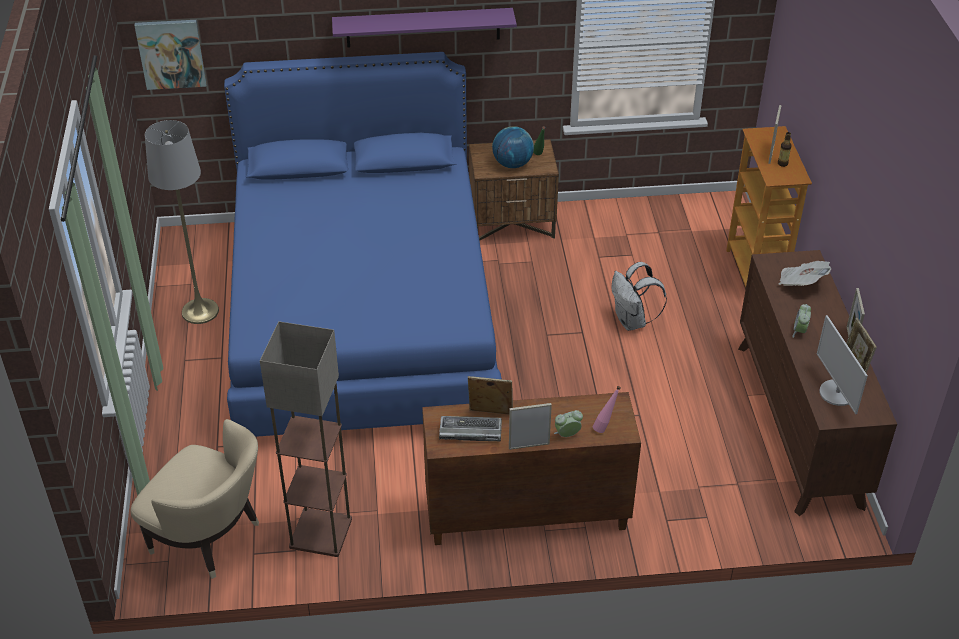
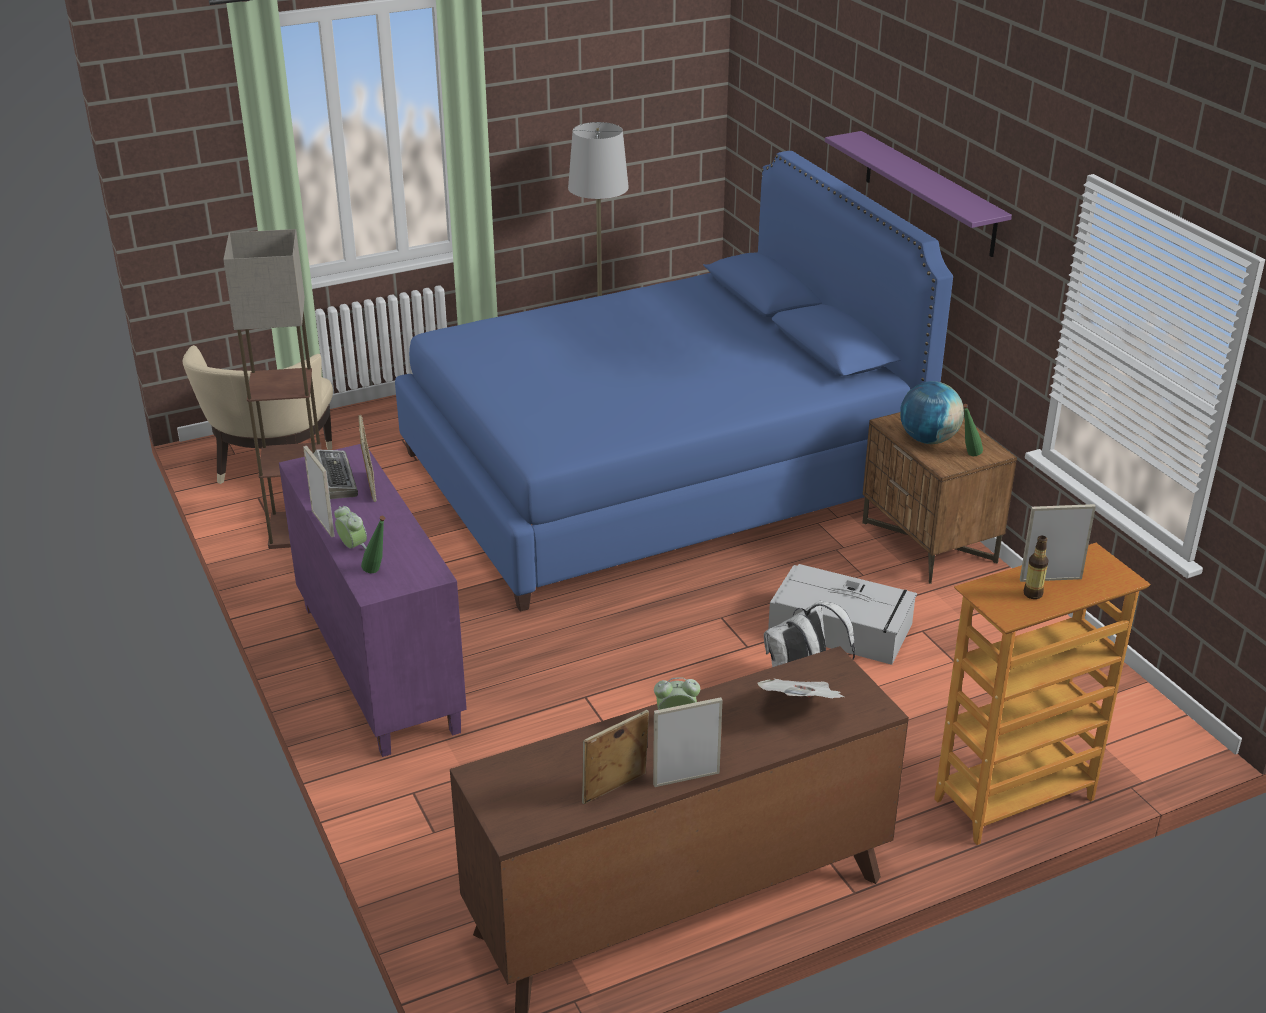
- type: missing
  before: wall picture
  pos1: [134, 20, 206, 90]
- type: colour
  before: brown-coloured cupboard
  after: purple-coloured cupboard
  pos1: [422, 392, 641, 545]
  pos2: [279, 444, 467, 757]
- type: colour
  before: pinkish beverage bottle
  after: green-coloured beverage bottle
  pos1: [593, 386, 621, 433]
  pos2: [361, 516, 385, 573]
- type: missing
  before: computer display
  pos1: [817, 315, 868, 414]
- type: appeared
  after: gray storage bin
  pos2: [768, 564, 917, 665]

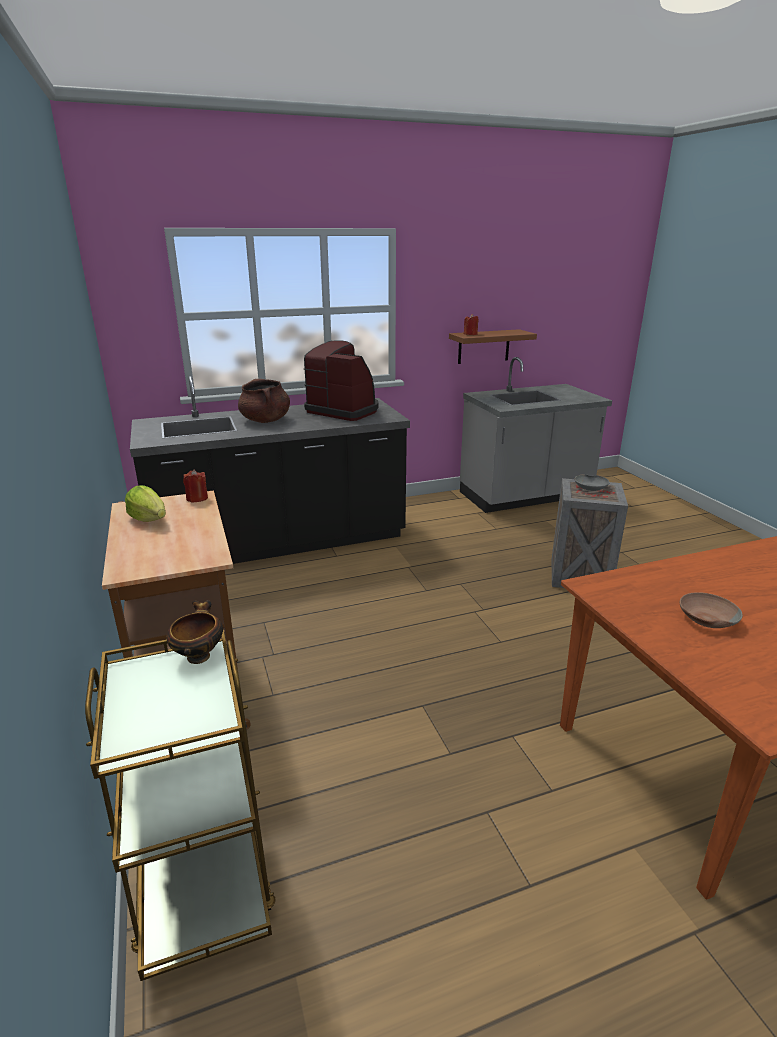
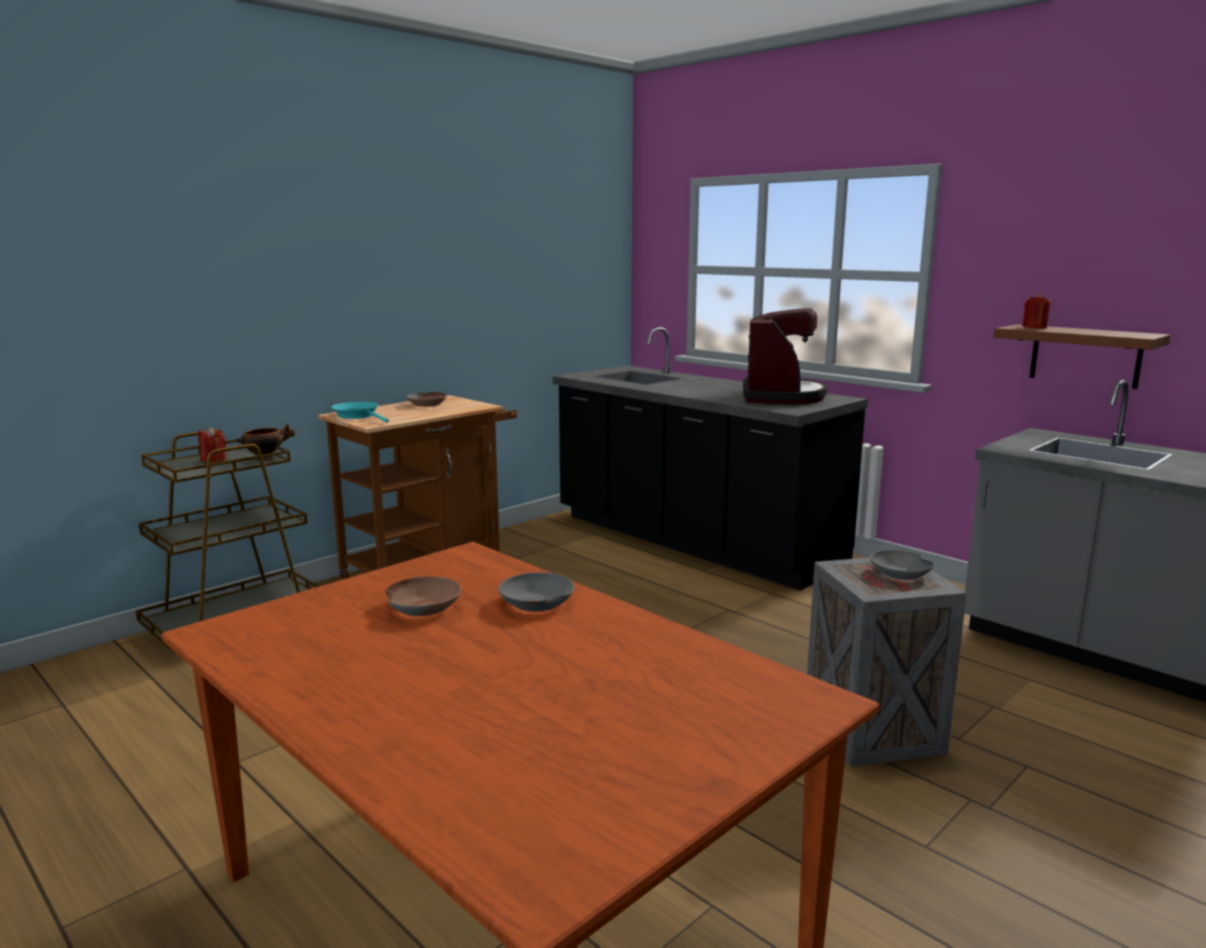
- type: exchanged
  before: head of lettuce
  after: brown-coloured deep dish
  pos1: [125, 485, 166, 522]
  pos2: [406, 392, 447, 407]
- type: relocated
  before: red-coloured wax light
  pos1: [183, 469, 208, 502]
  pos2: [198, 427, 226, 463]
- type: missing
  before: brown-coloured stockpot
  pos1: [238, 379, 290, 423]
- type: appeared
  after: turquoise frying pan
  pos2: [332, 402, 389, 423]
- type: appeared
  after: gray deep dish
  pos2: [499, 572, 575, 612]

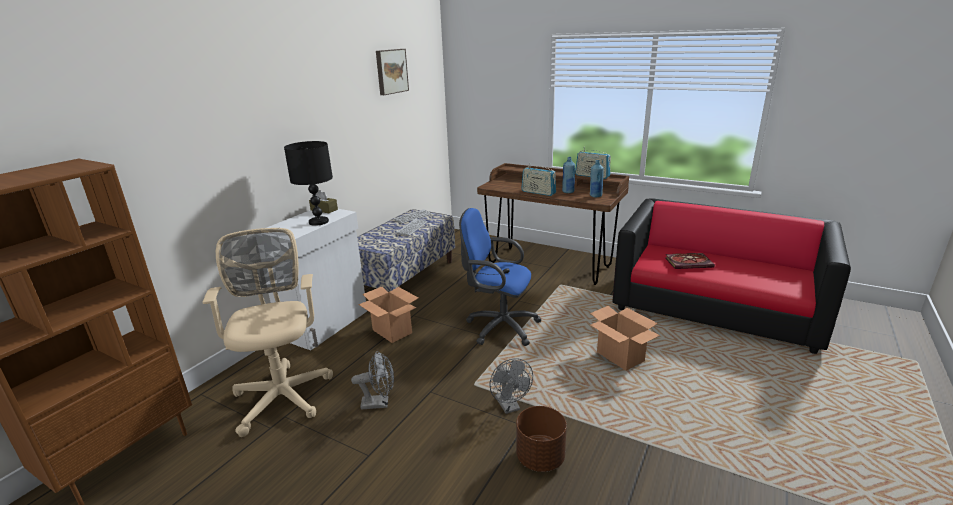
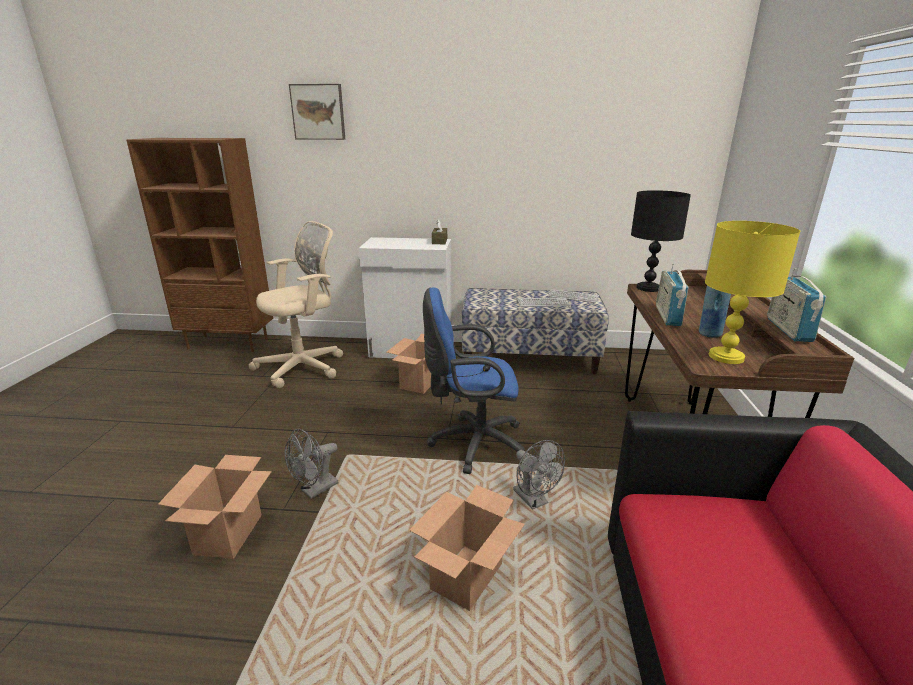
- type: relocated
  before: black tabletop lamp
  pos1: [284, 141, 333, 226]
  pos2: [631, 190, 691, 292]
- type: relocated
  before: gray cooling fan
  pos1: [351, 351, 394, 410]
  pos2: [514, 440, 565, 510]
- type: relocated
  before: wall picture
  pos1: [376, 49, 409, 95]
  pos2: [289, 84, 345, 140]
- type: spun
  before: bluish desk chair
  pos1: [459, 208, 541, 346]
  pos2: [423, 287, 525, 474]
  turn: -90
- type: exchanged
  before: brown-coloured planter
  after: cardboard box
  pos1: [516, 406, 567, 472]
  pos2: [158, 455, 272, 559]
- type: exchanged
  before: bluish beverage bottle
  after: yellowish tabletop lamp
  pos1: [590, 160, 604, 197]
  pos2: [705, 221, 800, 364]
- type: missing
  before: book
  pos1: [665, 253, 715, 269]

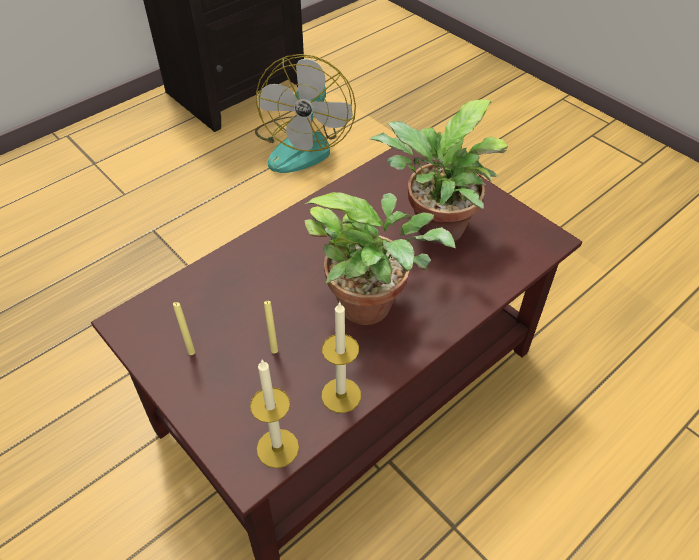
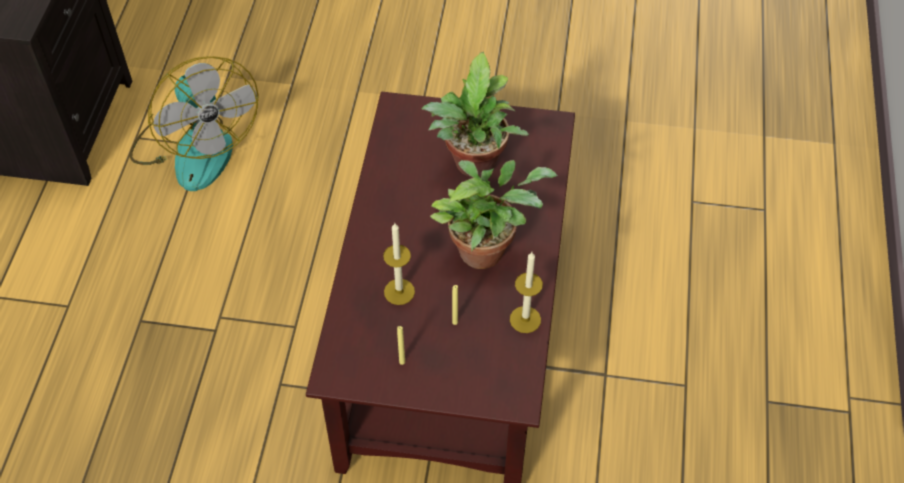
- type: relocated
  before: wax light
  pos1: [250, 360, 299, 468]
  pos2: [383, 223, 415, 305]

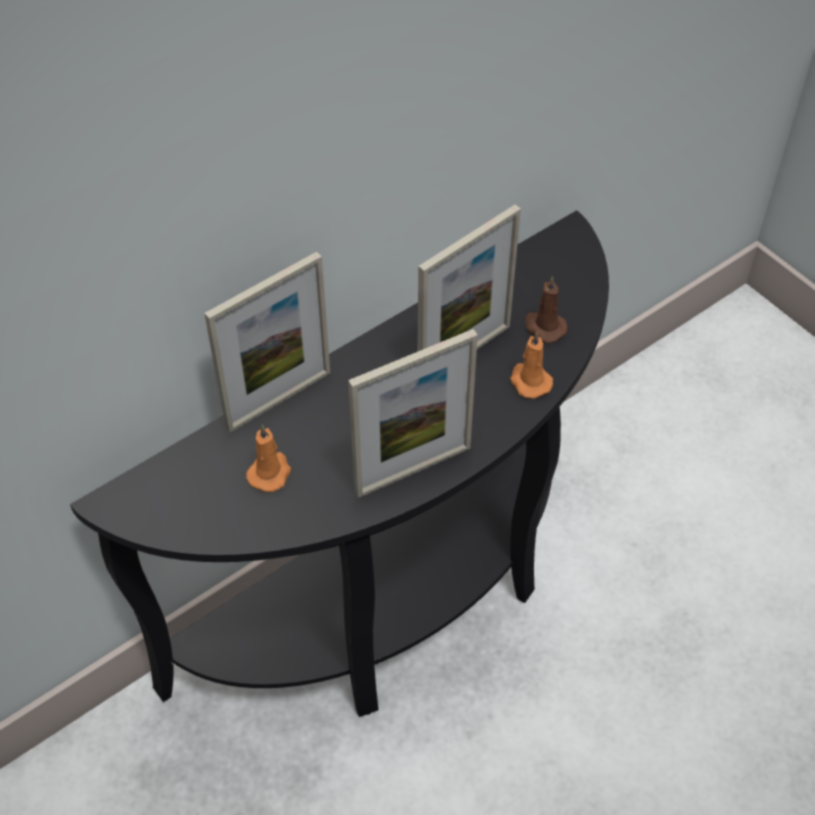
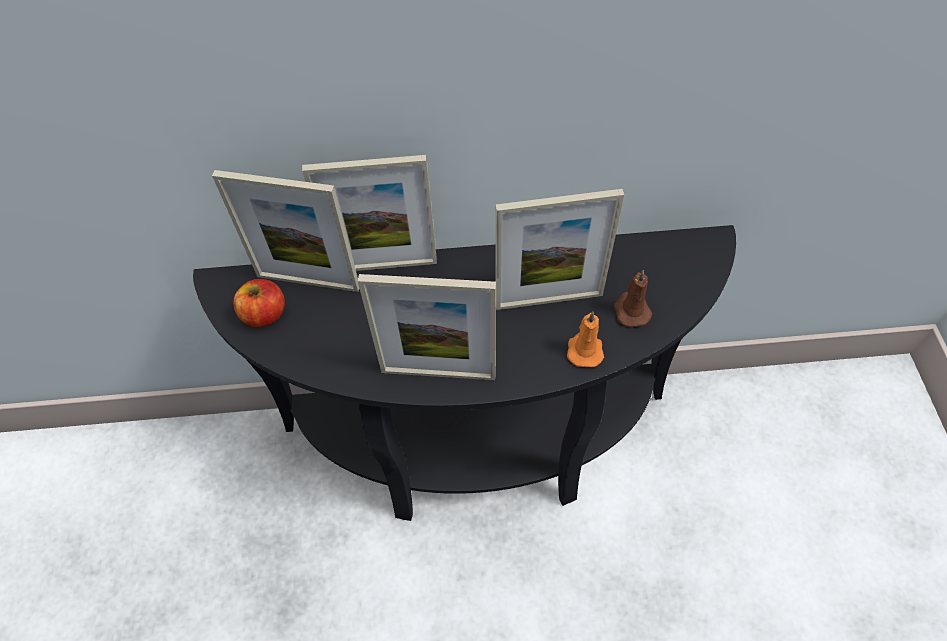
- type: missing
  before: orange-coloured wax light
  pos1: [246, 425, 291, 492]
- type: appeared
  after: standing frame
  pos2: [212, 170, 359, 292]
- type: appeared
  after: apple fruit
  pos2: [233, 279, 285, 327]

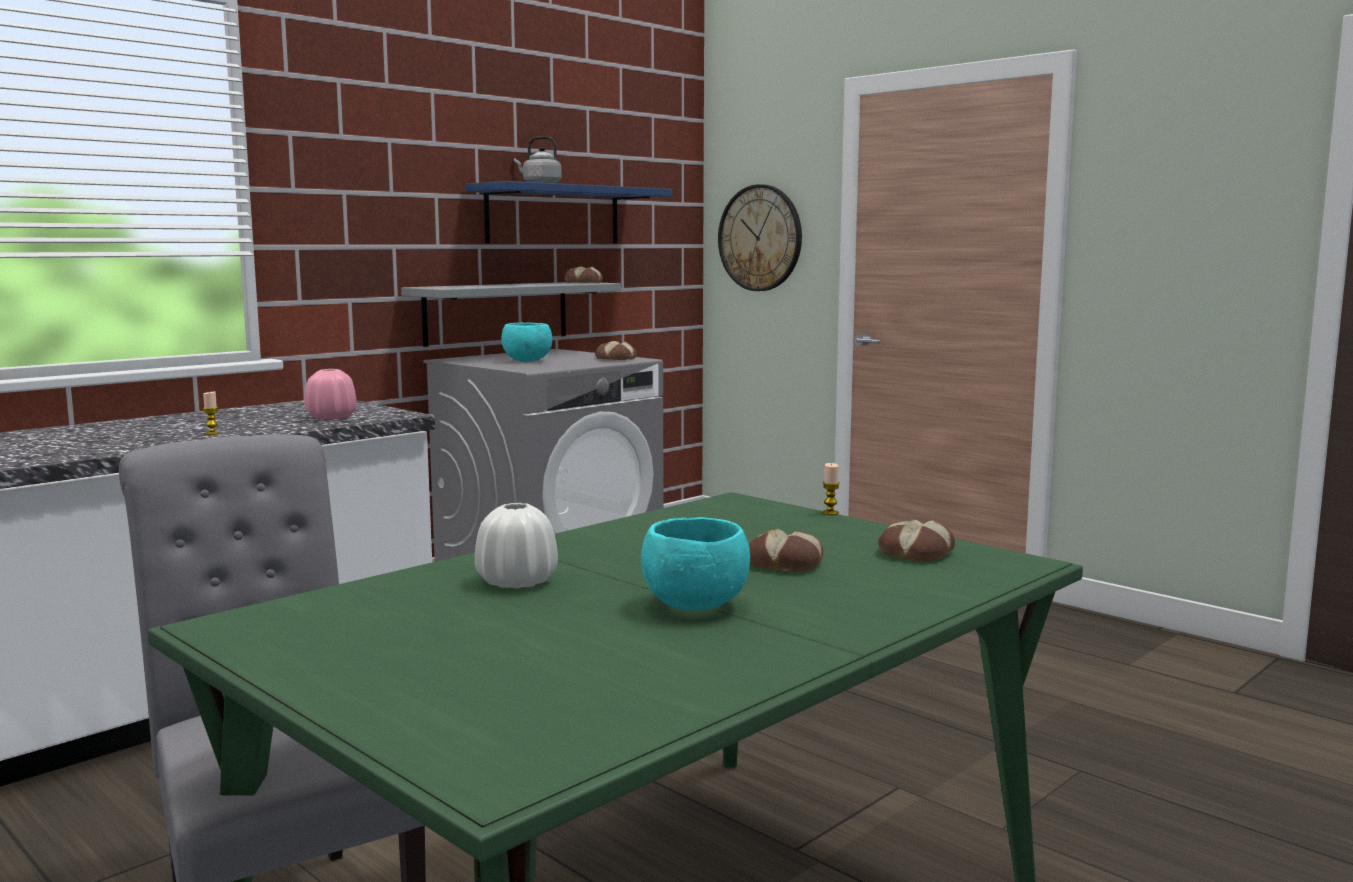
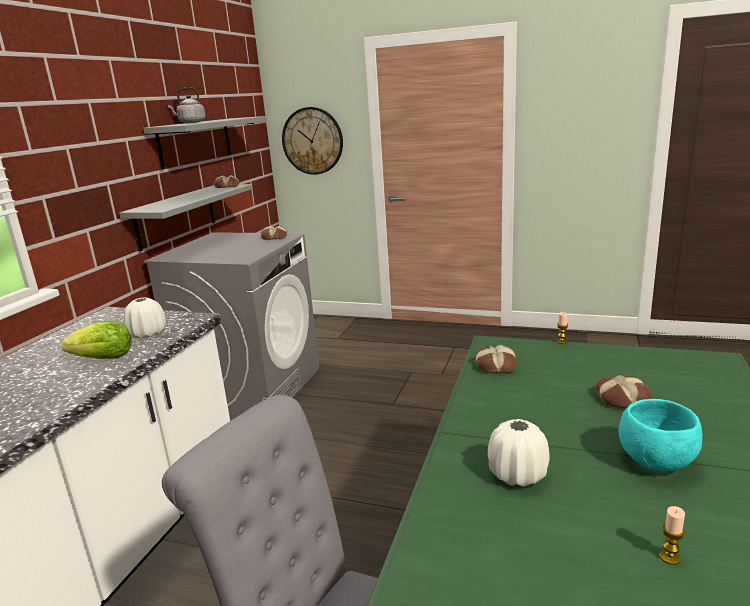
- type: relocated
  before: wax light
  pos1: [203, 392, 220, 435]
  pos2: [659, 506, 685, 565]
- type: colour
  before: pinkish flower vase
  after: white flower vase
  pos1: [304, 369, 356, 419]
  pos2: [124, 297, 166, 339]
- type: colour
  before: bluish wall shelf
  after: gray wall shelf
  pos1: [465, 181, 673, 243]
  pos2: [143, 116, 268, 169]
- type: missing
  before: turquoise deep dish
  pos1: [501, 322, 552, 362]
- type: relocated
  before: baked bread
  pos1: [878, 519, 955, 562]
  pos2: [474, 345, 517, 373]
- type: appeared
  after: head of lettuce
  pos2: [61, 321, 132, 359]

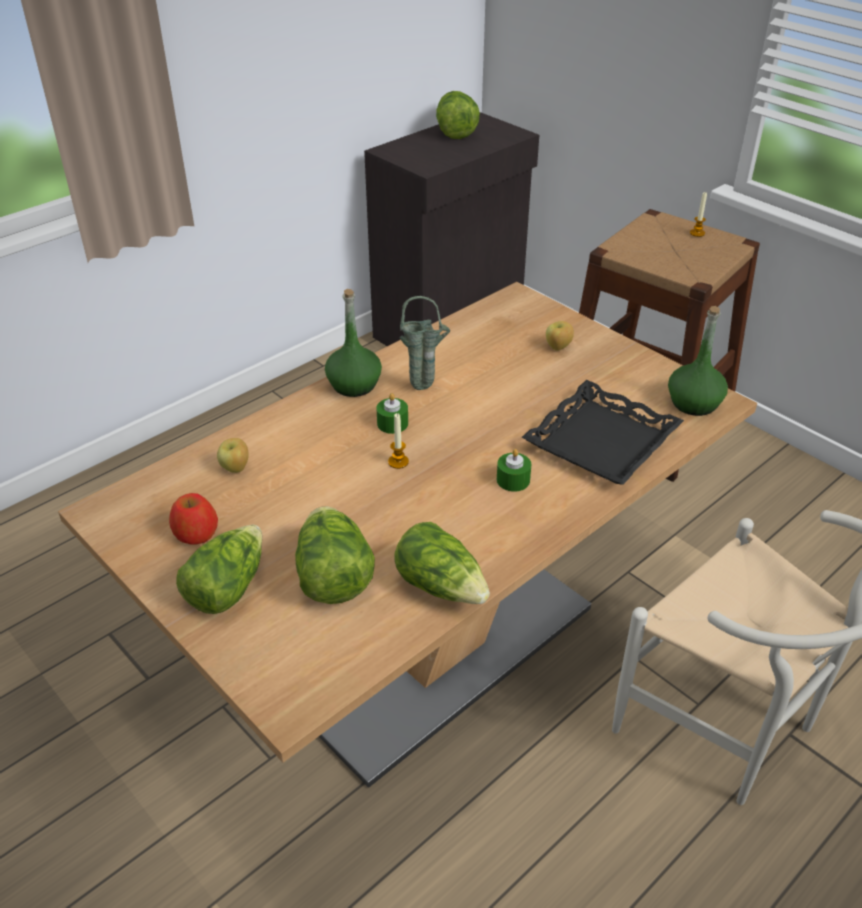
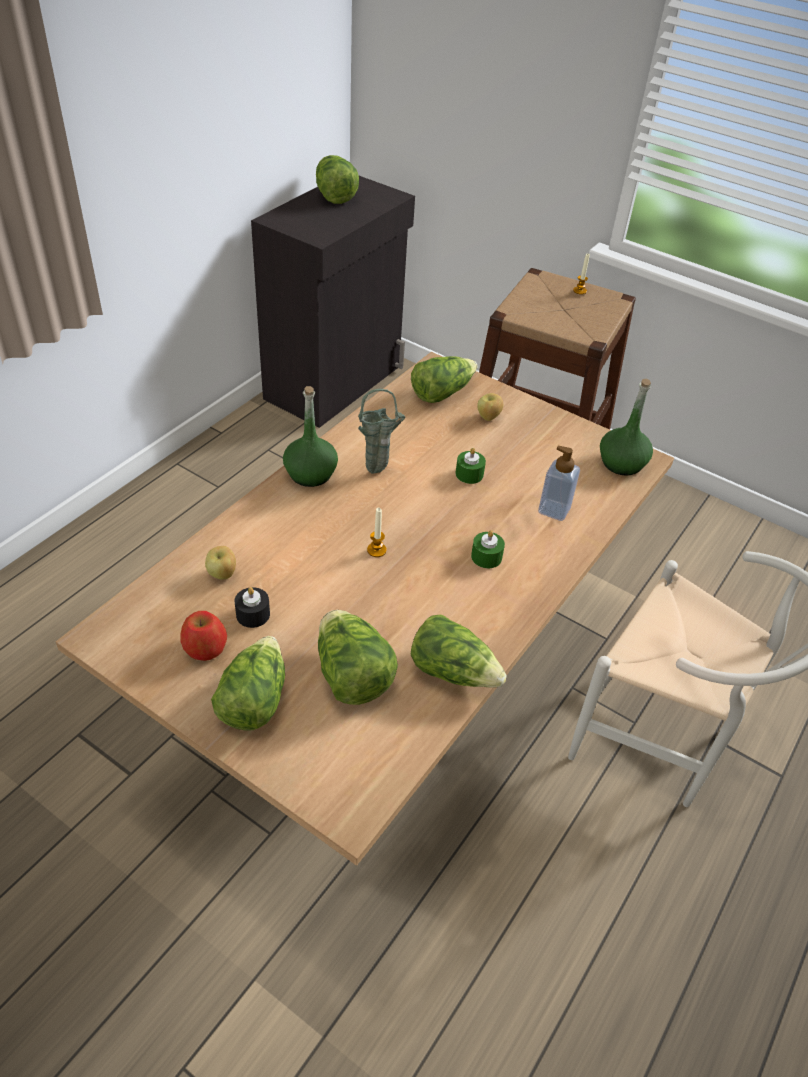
- type: relocated
  before: green-coloured wax light
  pos1: [376, 393, 408, 434]
  pos2: [455, 448, 486, 484]
- type: exchanged
  before: black tray
  after: soap bottle
  pos1: [522, 380, 684, 485]
  pos2: [538, 446, 580, 521]
- type: appeared
  after: black wax light
  pos2: [234, 587, 270, 628]
- type: appeared
  after: head of lettuce
  pos2: [411, 356, 477, 403]

